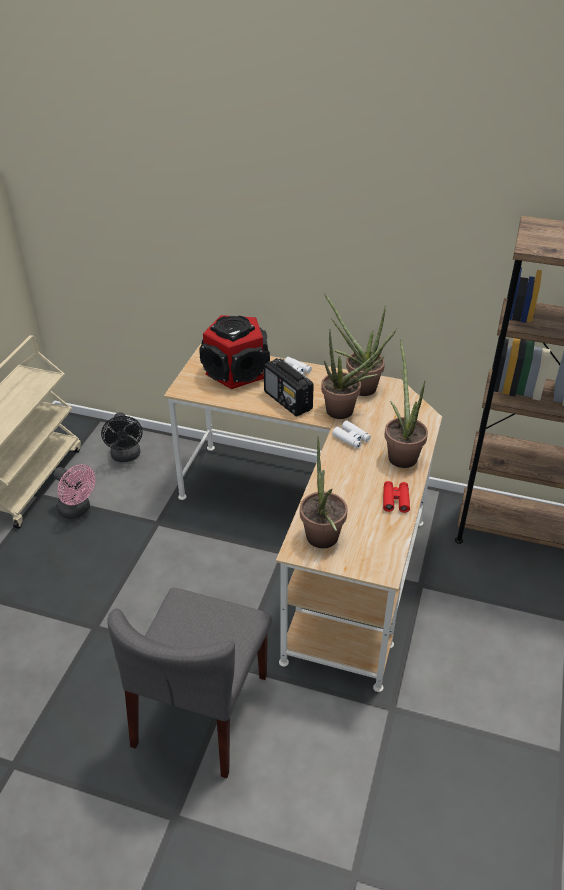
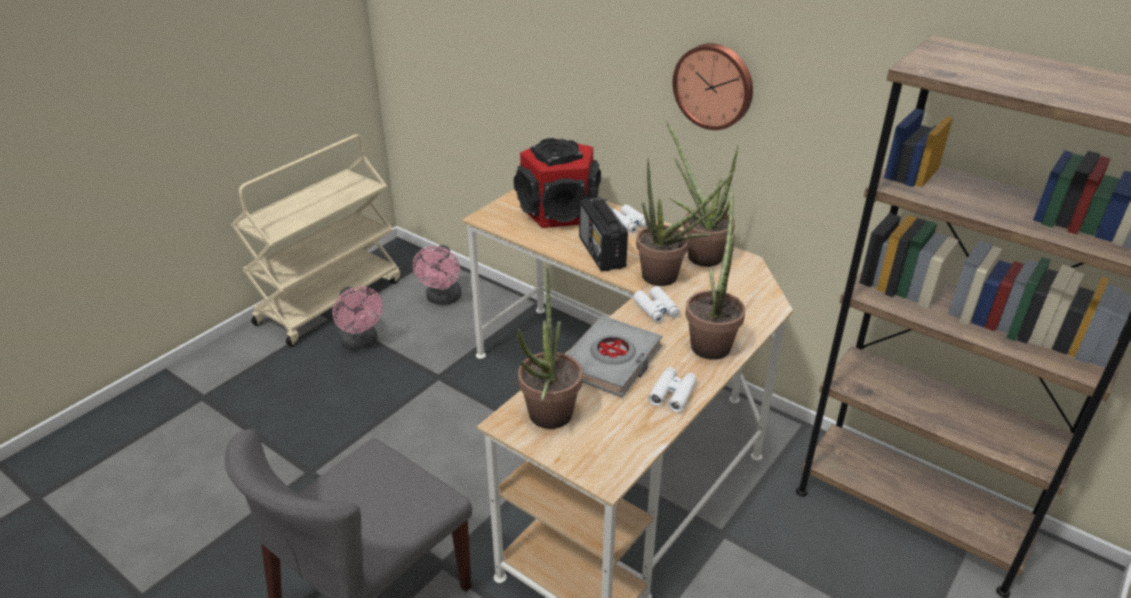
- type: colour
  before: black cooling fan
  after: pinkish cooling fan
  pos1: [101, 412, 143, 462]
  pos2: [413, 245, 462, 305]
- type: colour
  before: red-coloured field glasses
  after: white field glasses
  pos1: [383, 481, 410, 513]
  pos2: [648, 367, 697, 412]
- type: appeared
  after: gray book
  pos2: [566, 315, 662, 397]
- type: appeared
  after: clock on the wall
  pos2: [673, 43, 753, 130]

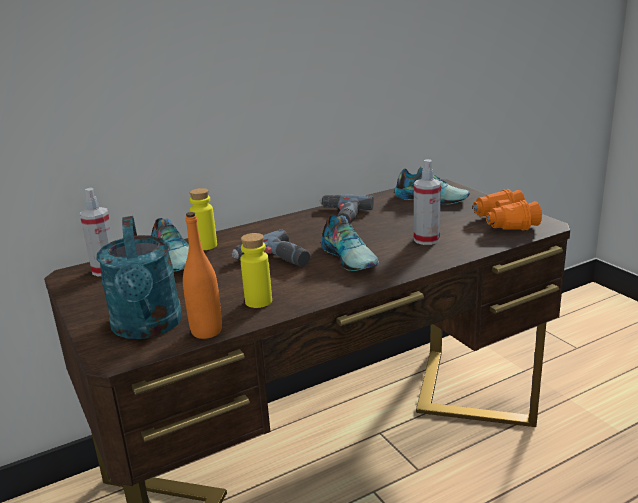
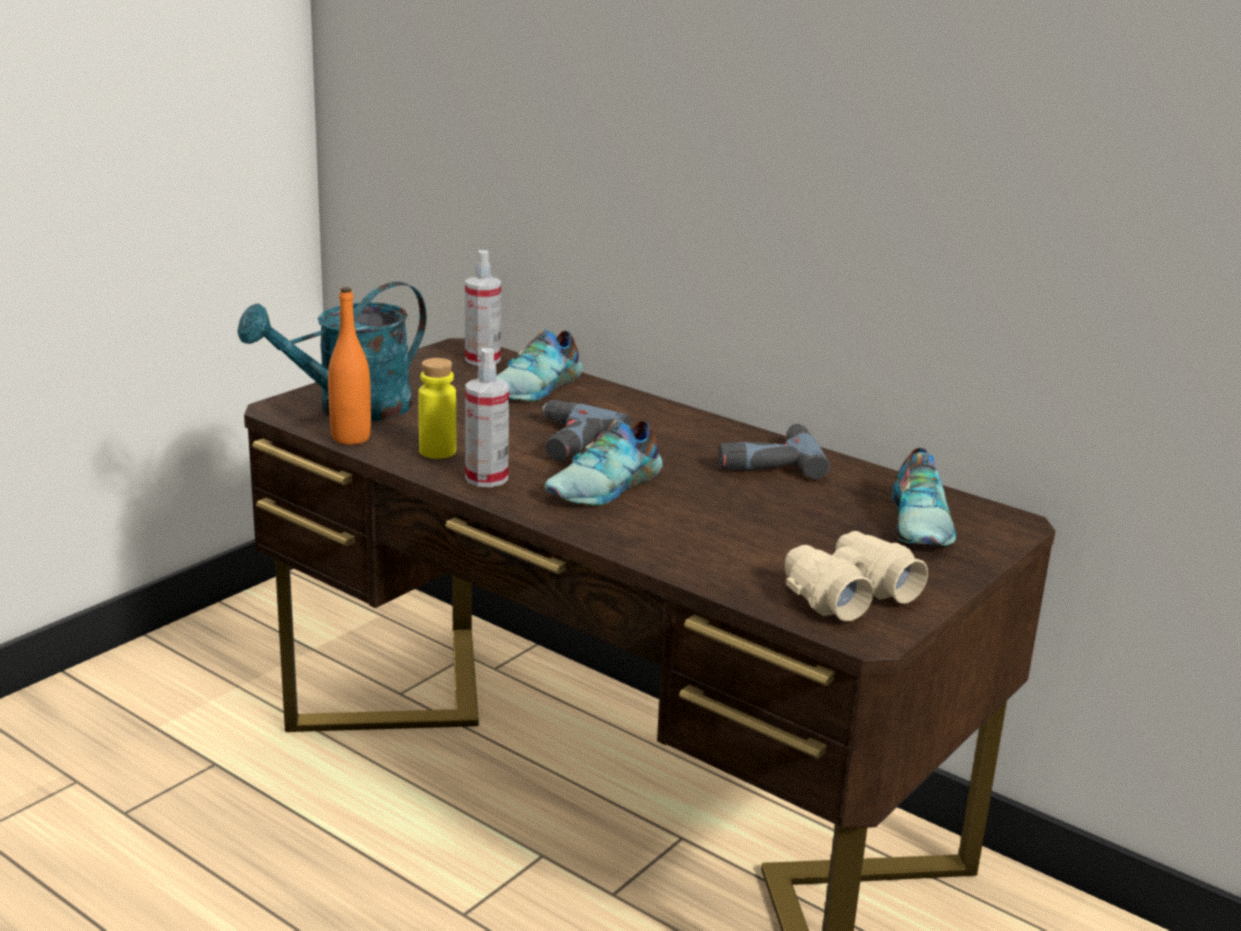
- type: missing
  before: yellowish beverage bottle
  pos1: [190, 188, 217, 250]
- type: relocated
  before: hand sprayer
  pos1: [414, 159, 441, 245]
  pos2: [465, 348, 509, 487]
- type: colour
  before: orange-coloured field glasses
  after: beige field glasses
  pos1: [473, 189, 542, 230]
  pos2: [785, 531, 928, 621]

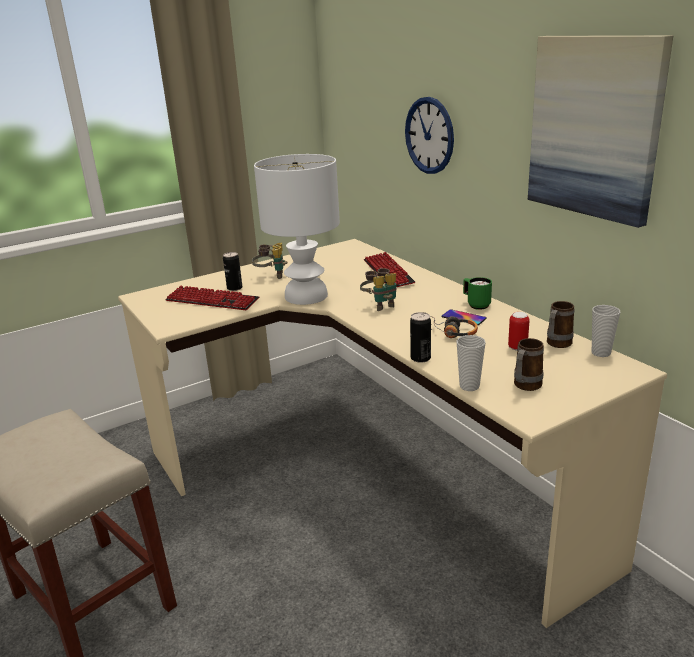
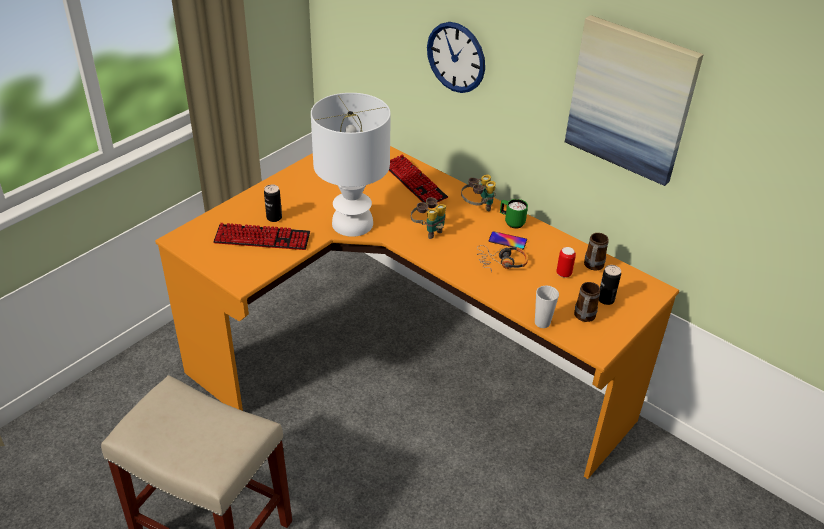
- type: colour
  before: beige desk
  after: orange-coloured desk
  pos1: [118, 239, 667, 628]
  pos2: [155, 146, 679, 479]
- type: relocated
  before: field glasses
  pos1: [252, 243, 287, 279]
  pos2: [461, 175, 496, 211]
- type: relocated
  before: can
  pos1: [410, 312, 431, 363]
  pos2: [599, 265, 621, 305]
- type: missing
  before: drinking cup
  pos1: [592, 305, 620, 357]

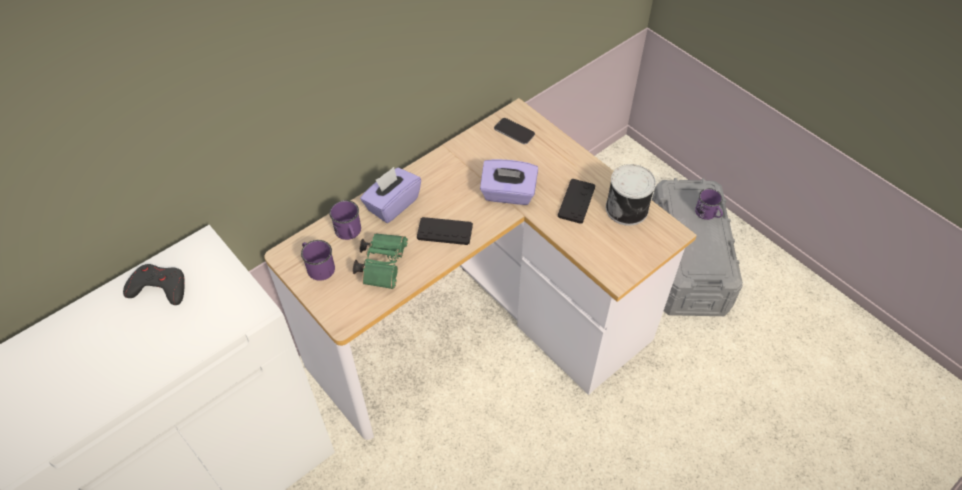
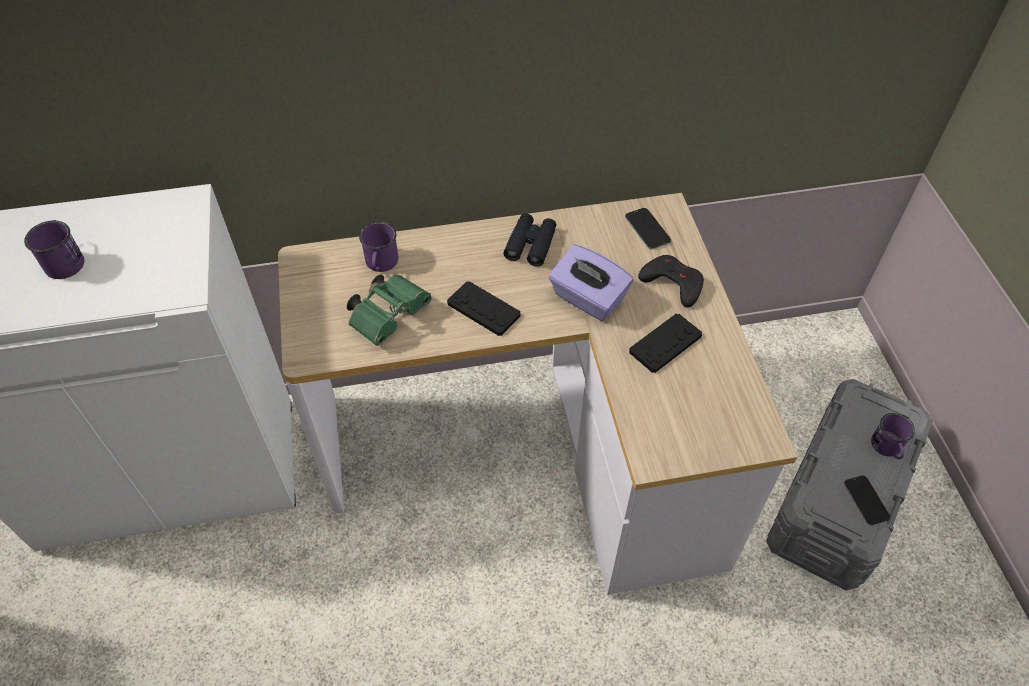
- type: relocated
  before: black joypad
  pos1: [123, 264, 185, 305]
  pos2: [638, 255, 704, 308]
- type: relocated
  before: purple-coloured mug
  pos1: [301, 240, 335, 281]
  pos2: [24, 220, 84, 279]
- type: missing
  before: purple-coloured box of tissues
  pos1: [360, 167, 421, 223]
- type: missing
  before: can
  pos1: [606, 164, 656, 226]
- type: appeared
  after: black field glasses
  pos2: [503, 213, 556, 267]
- type: appeared
  after: phone
  pos2: [844, 475, 891, 526]

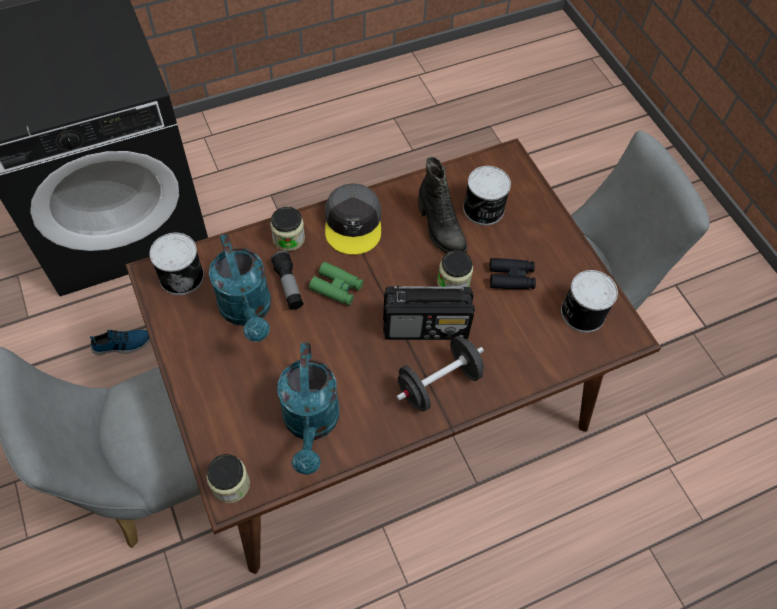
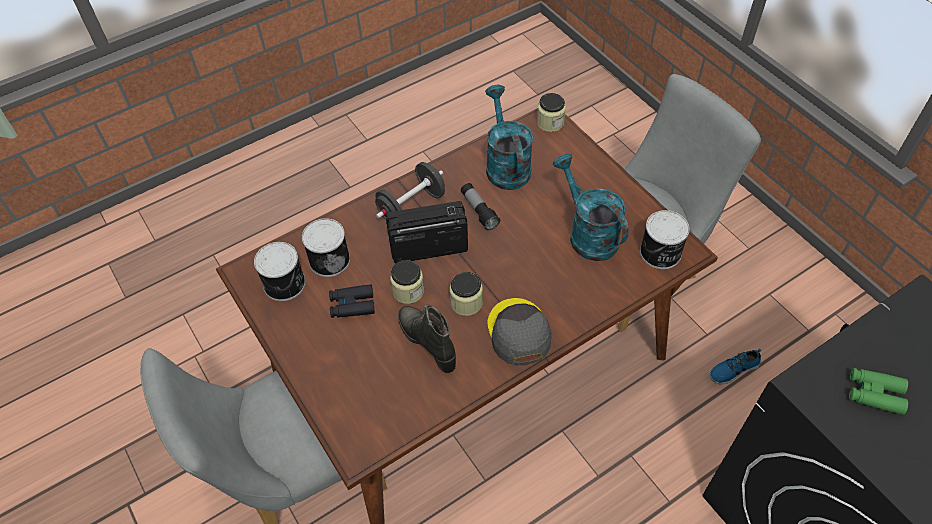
- type: relocated
  before: preserve jar
  pos1: [270, 207, 305, 251]
  pos2: [450, 272, 483, 316]
- type: relocated
  before: flashlight
  pos1: [271, 251, 303, 310]
  pos2: [461, 183, 500, 230]
- type: relocated
  before: green-coloured field glasses
  pos1: [309, 262, 363, 306]
  pos2: [849, 368, 908, 415]
- type: relocated
  before: can
  pos1: [463, 166, 511, 225]
  pos2: [302, 218, 350, 277]

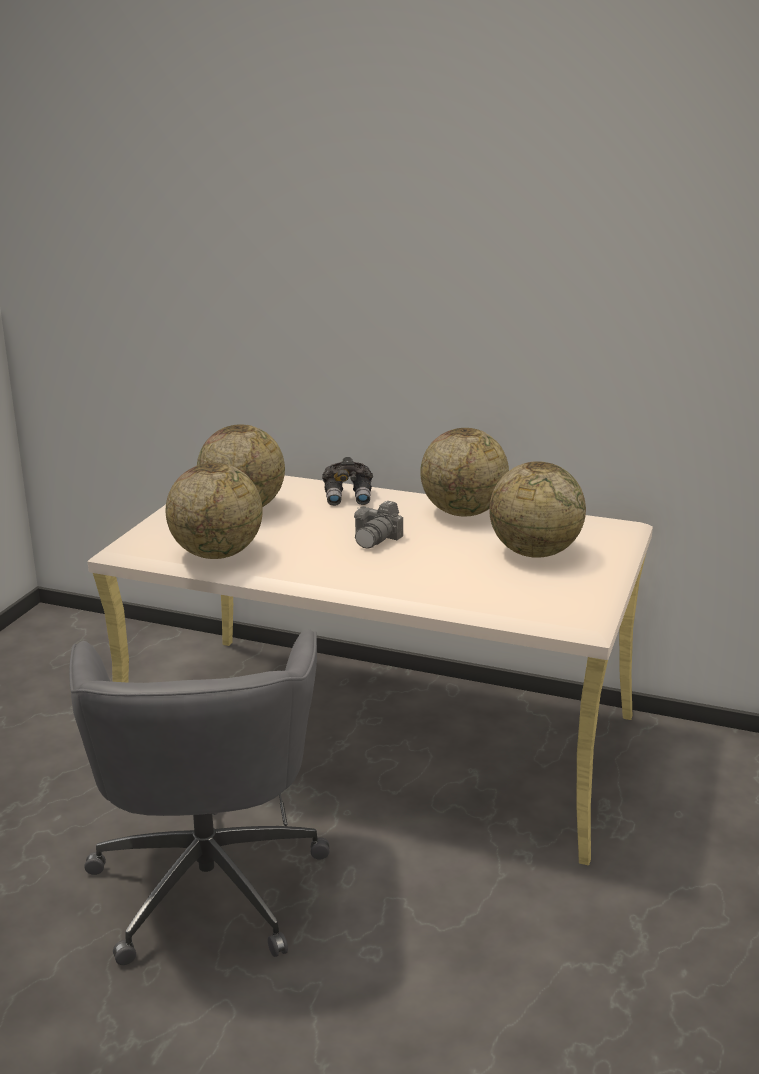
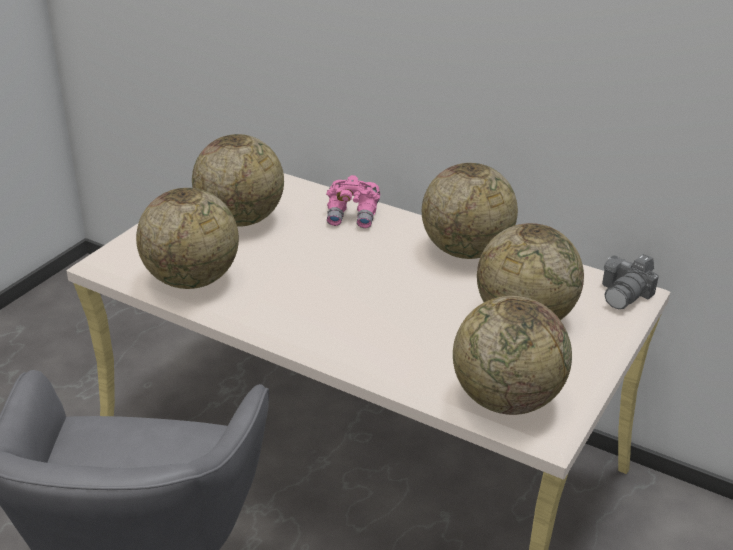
- type: colour
  before: gray field glasses
  after: pinkish field glasses
  pos1: [322, 457, 373, 506]
  pos2: [326, 175, 380, 228]
- type: relocated
  before: still camera
  pos1: [354, 501, 403, 549]
  pos2: [602, 254, 659, 309]
- type: appeared
  after: desk globe
  pos2: [453, 296, 572, 415]

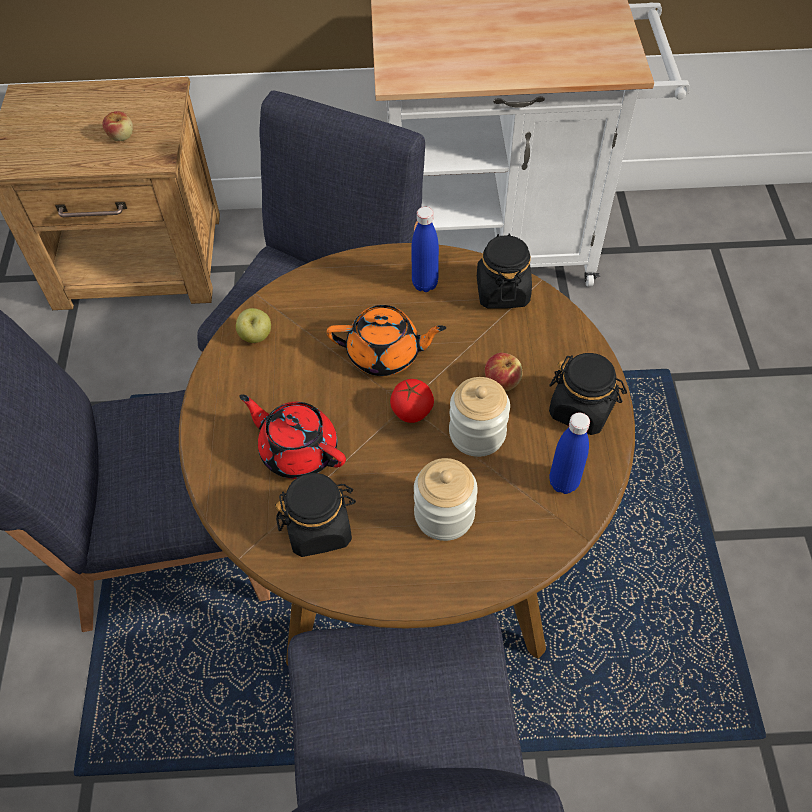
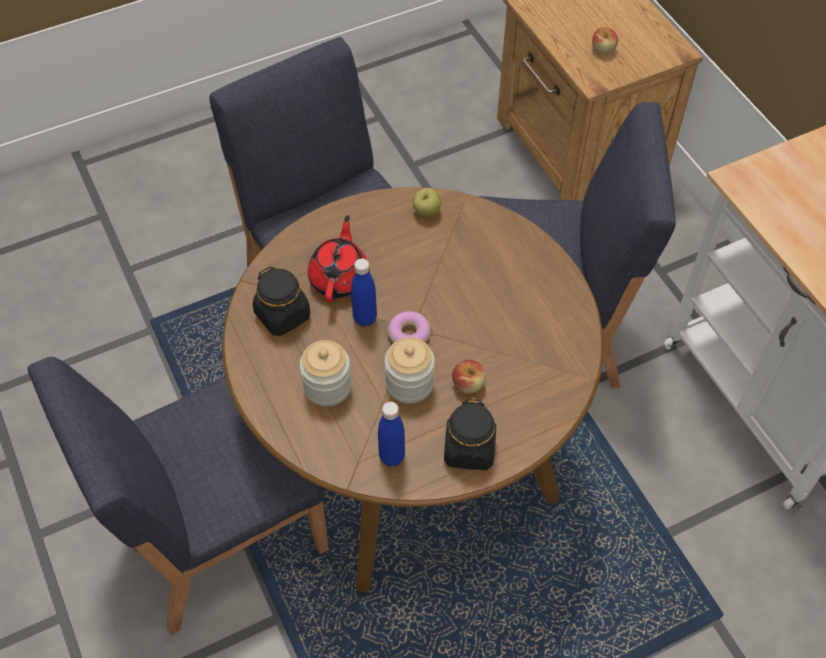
- type: missing
  before: orange-coloured pot for tea
  pos1: [327, 305, 446, 376]
- type: exchanged
  before: fresh tomato
  after: doughnut
  pos1: [390, 379, 434, 423]
  pos2: [388, 311, 431, 343]
- type: relocated
  before: bluish beverage bottle
  pos1: [411, 207, 439, 292]
  pos2: [351, 258, 377, 327]
- type: missing
  before: black preserve jar
  pos1: [477, 233, 532, 309]

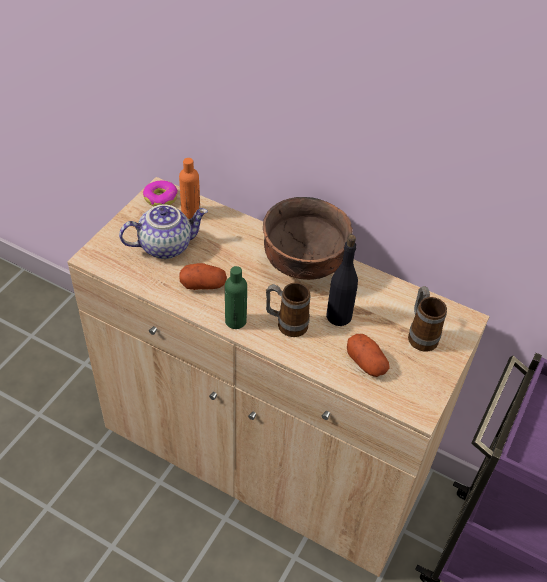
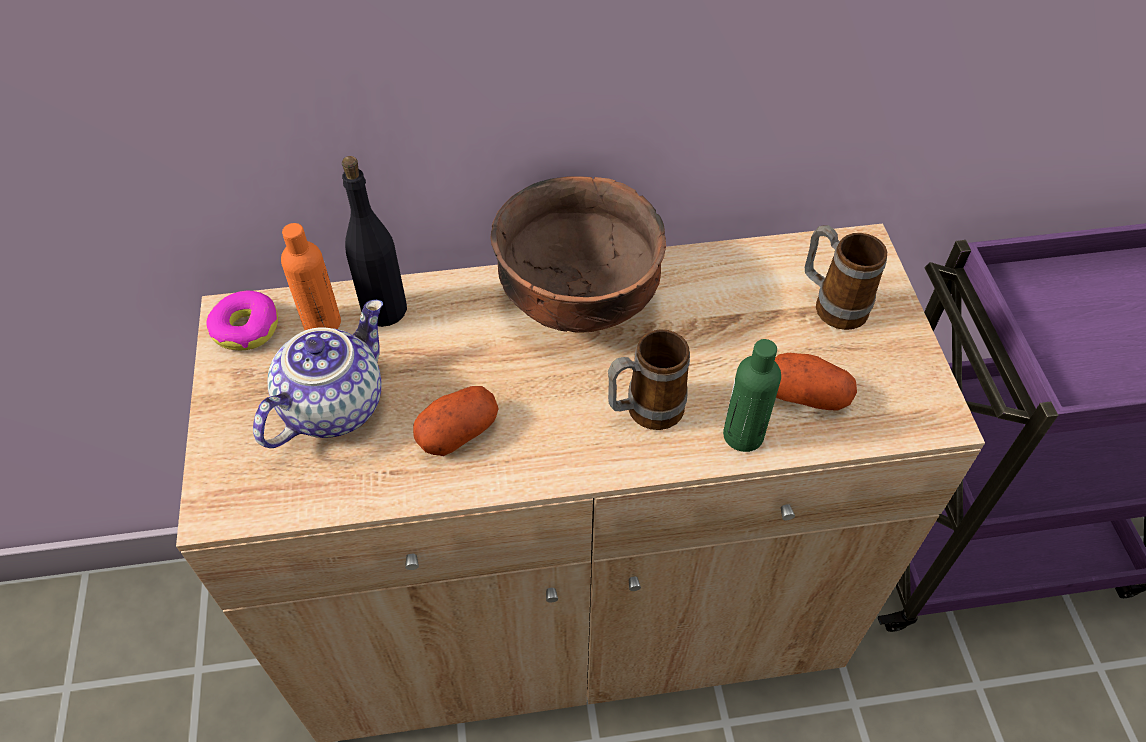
- type: relocated
  before: green-coloured beverage bottle
  pos1: [225, 266, 247, 329]
  pos2: [723, 339, 781, 452]
- type: relocated
  before: black beverage bottle
  pos1: [326, 235, 358, 326]
  pos2: [342, 156, 407, 327]

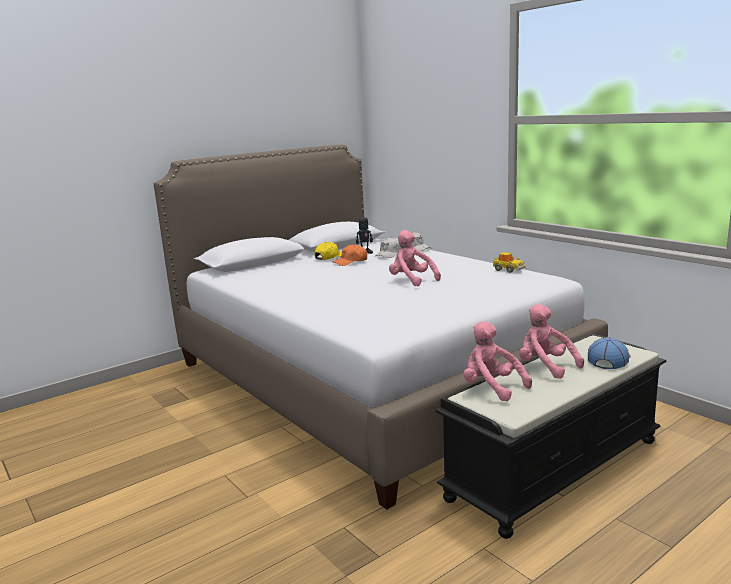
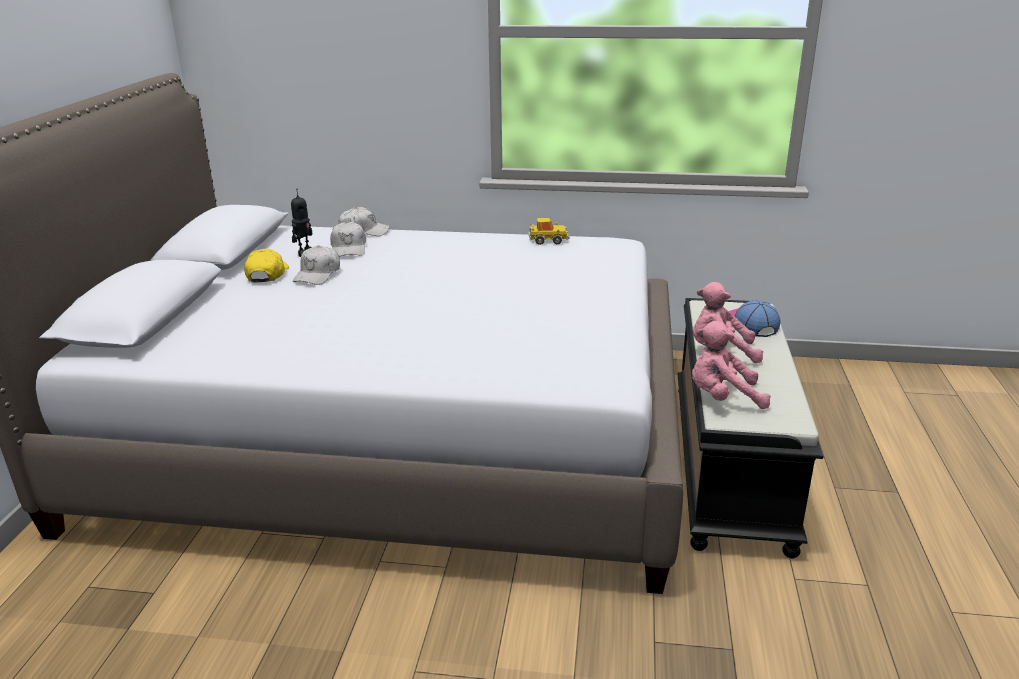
- type: colour
  before: orange-coloured cap
  after: white cap
  pos1: [333, 244, 367, 266]
  pos2: [293, 245, 340, 285]
- type: missing
  before: pinkish plush toy
  pos1: [389, 230, 441, 286]

